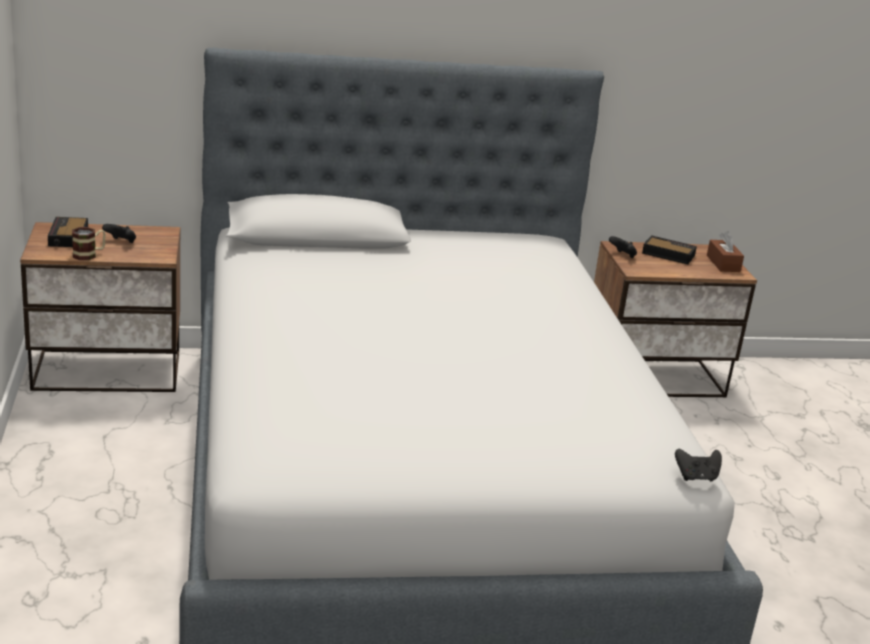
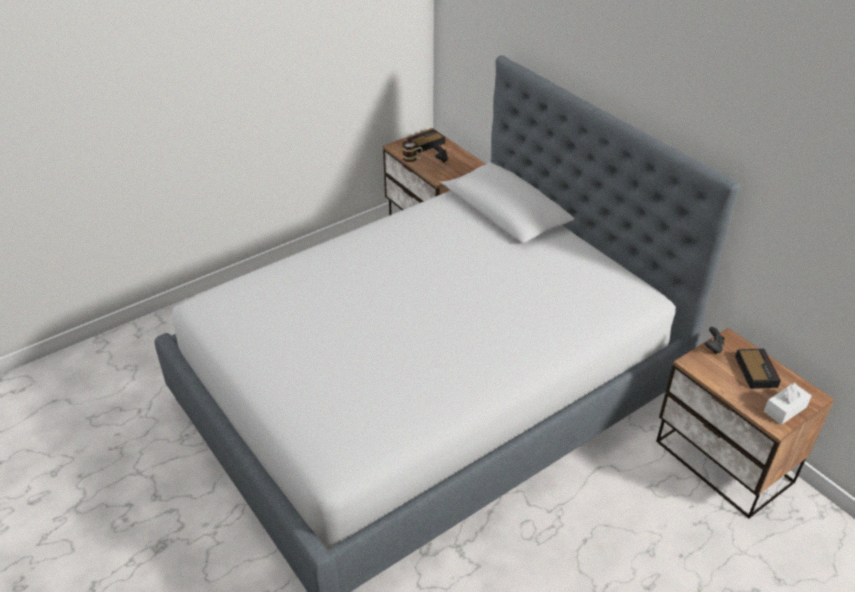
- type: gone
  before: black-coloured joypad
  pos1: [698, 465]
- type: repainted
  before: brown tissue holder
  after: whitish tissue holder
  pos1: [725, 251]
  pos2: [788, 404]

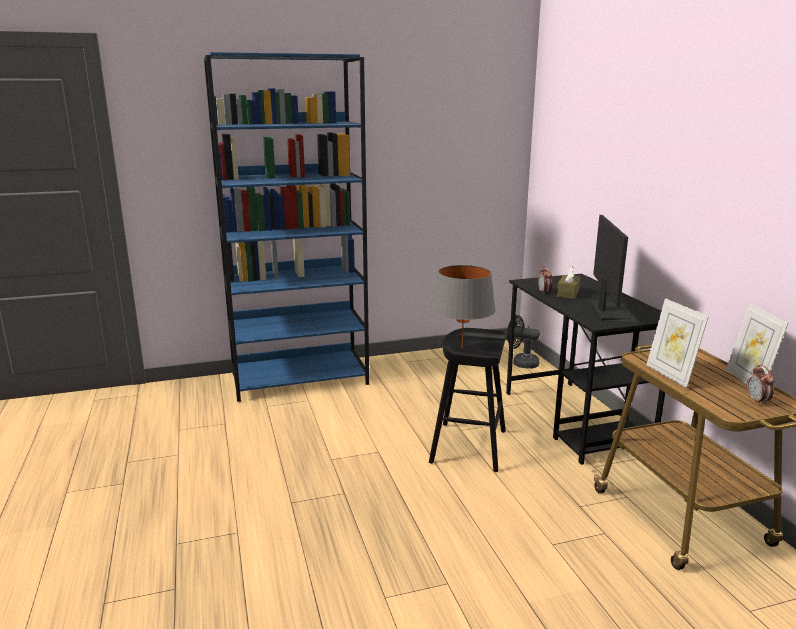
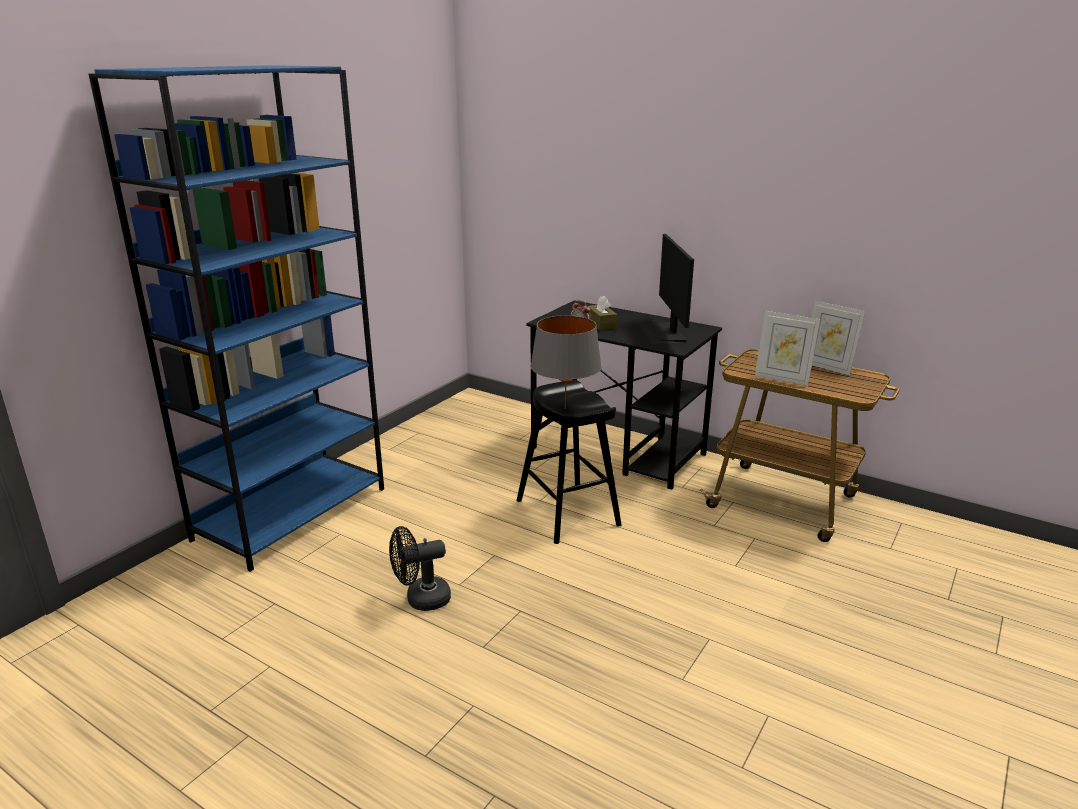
- type: shifted
  before: black-coloured electric fan
  pos1: [523, 342]
  pos2: [420, 568]
- type: rotated
  before: computer screen
  pos1: [613, 268]
  pos2: [667, 289]
  turn: -150
- type: gone
  before: table clock
  pos1: [761, 385]

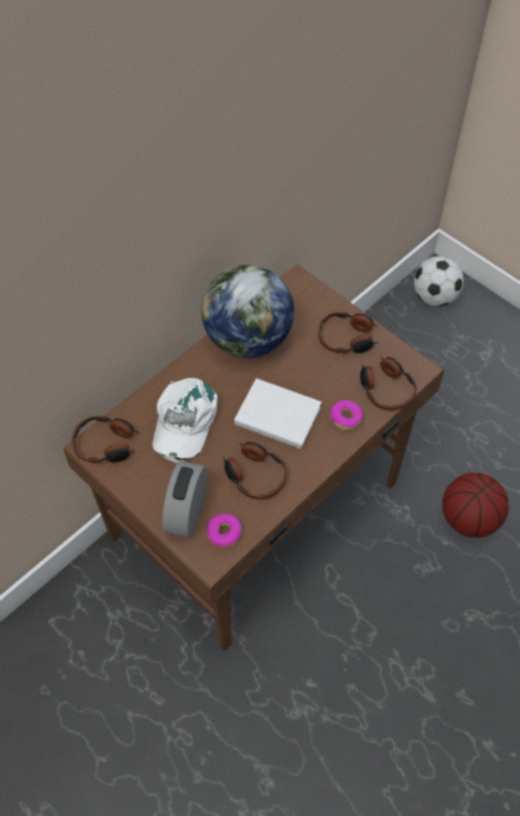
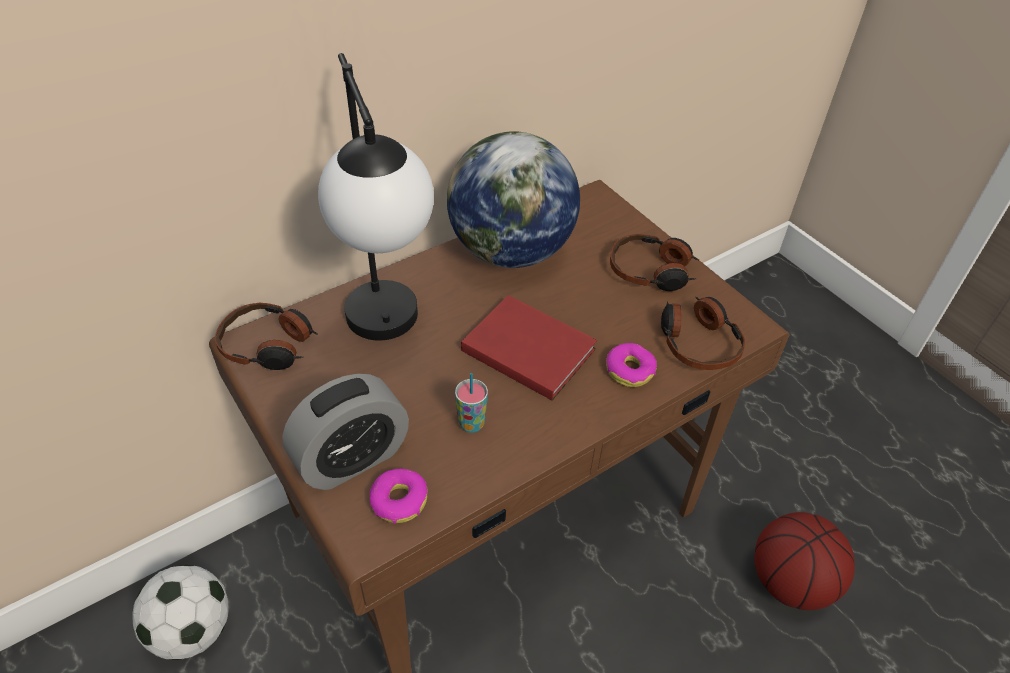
- type: swapped
  before: whitish baseball cap
  after: table lamp
  pos1: [185, 420]
  pos2: [376, 196]
- type: rotated
  before: table clock
  pos1: [185, 500]
  pos2: [345, 432]
  turn: -150
- type: swapped
  before: headset
  after: drinking cup
  pos1: [255, 471]
  pos2: [471, 403]
- type: repainted
  before: whitish bound book
  after: reddish bound book
  pos1: [278, 413]
  pos2: [529, 347]
- type: shifted
  before: football
  pos1: [439, 281]
  pos2: [180, 612]

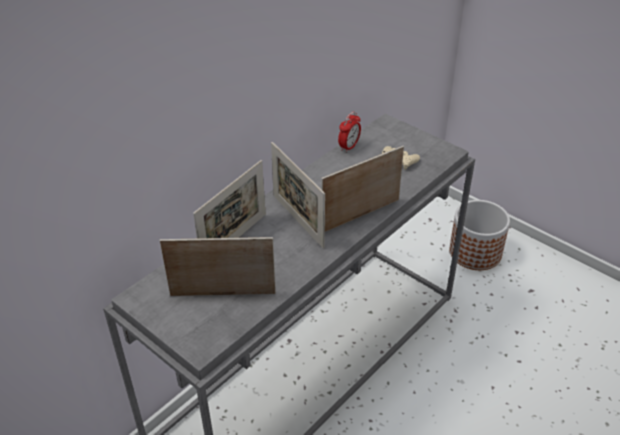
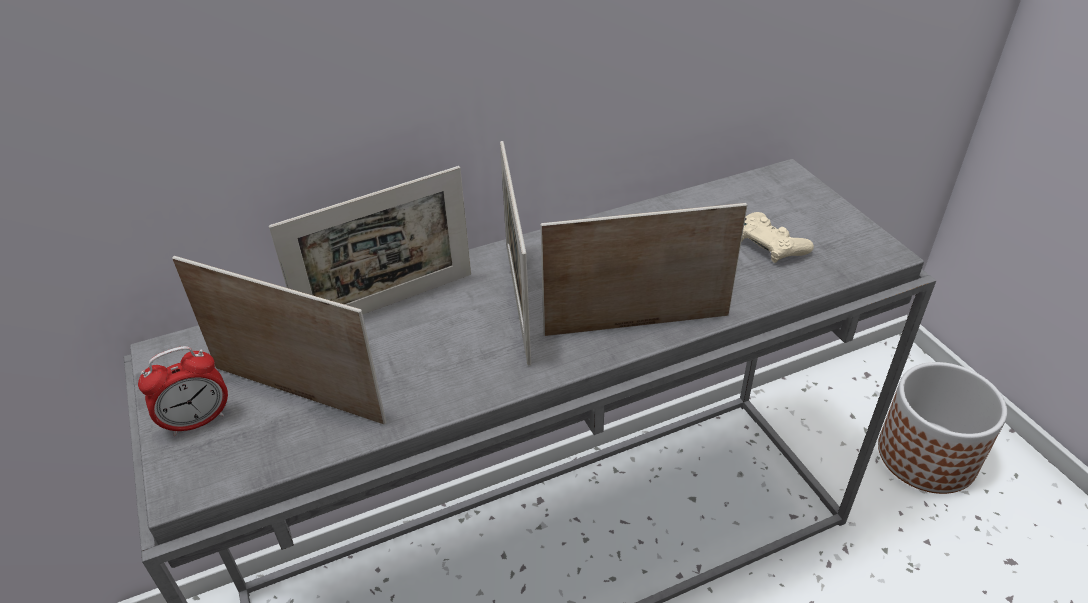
- type: shifted
  before: table clock
  pos1: [349, 132]
  pos2: [183, 391]

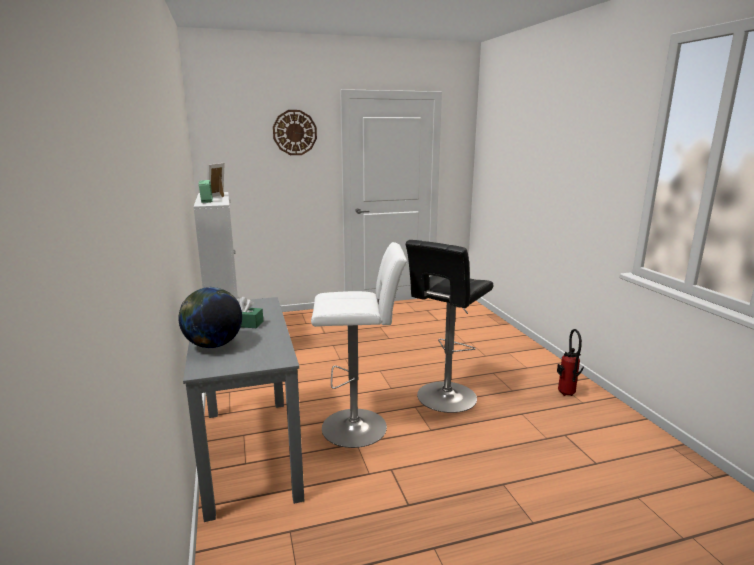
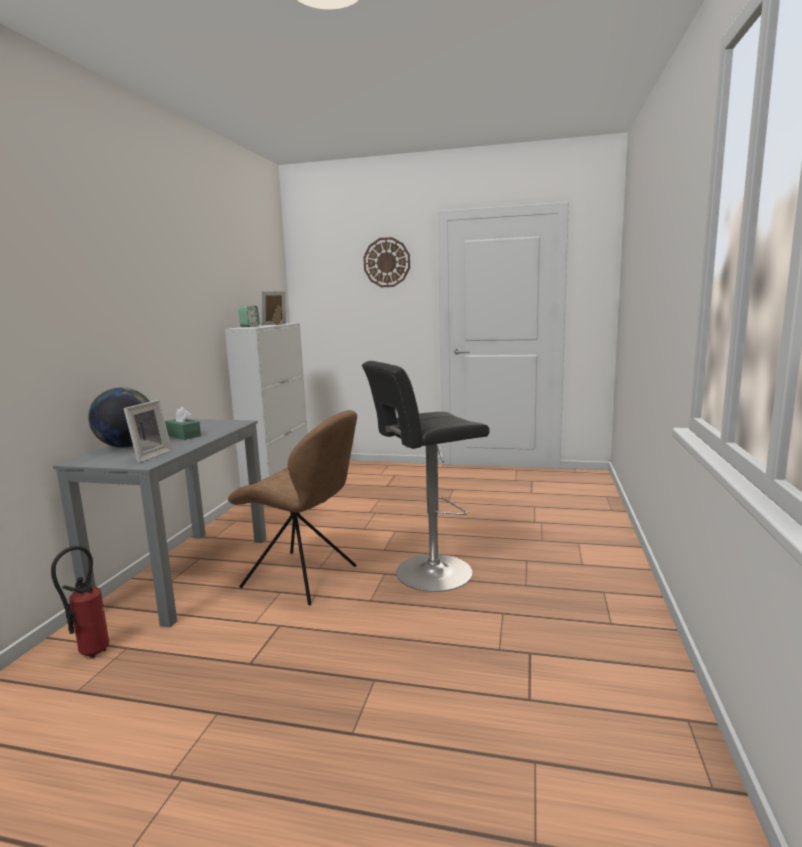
- type: swapped
  before: whitish stool seat
  after: brown chair
  pos1: [359, 345]
  pos2: [292, 507]
- type: shifted
  before: extinguisher
  pos1: [570, 362]
  pos2: [80, 602]
- type: new
  after: photo frame
  pos2: [147, 431]

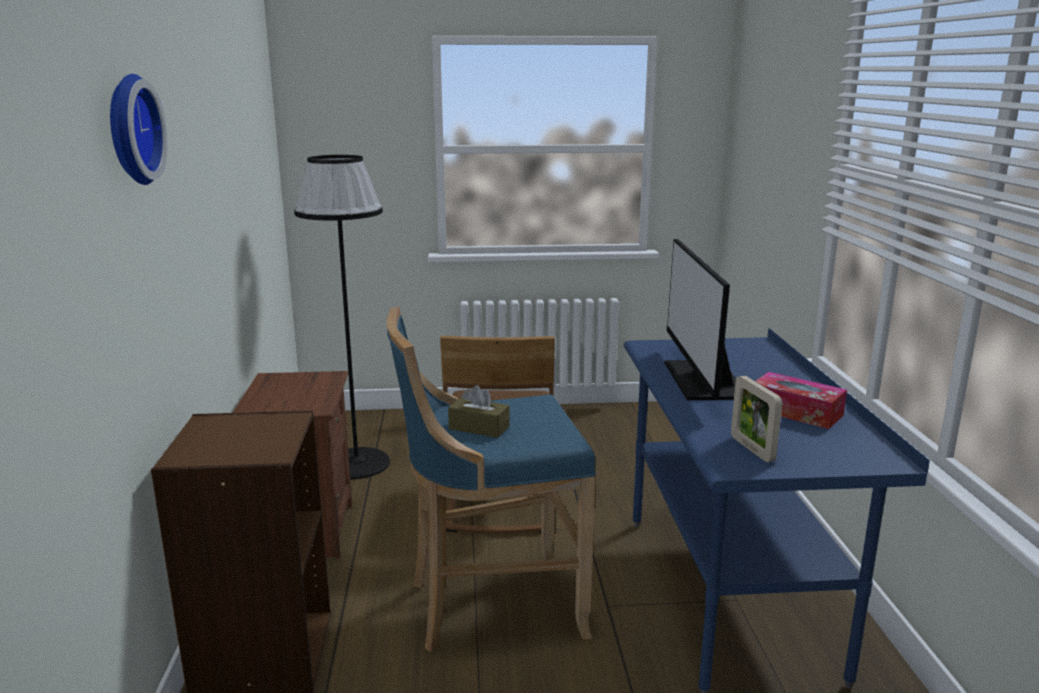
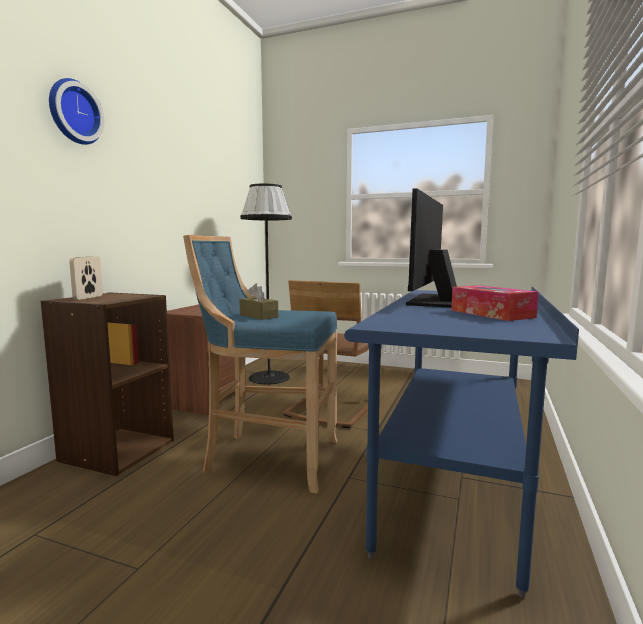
- type: shifted
  before: photo frame
  pos1: [756, 419]
  pos2: [86, 278]

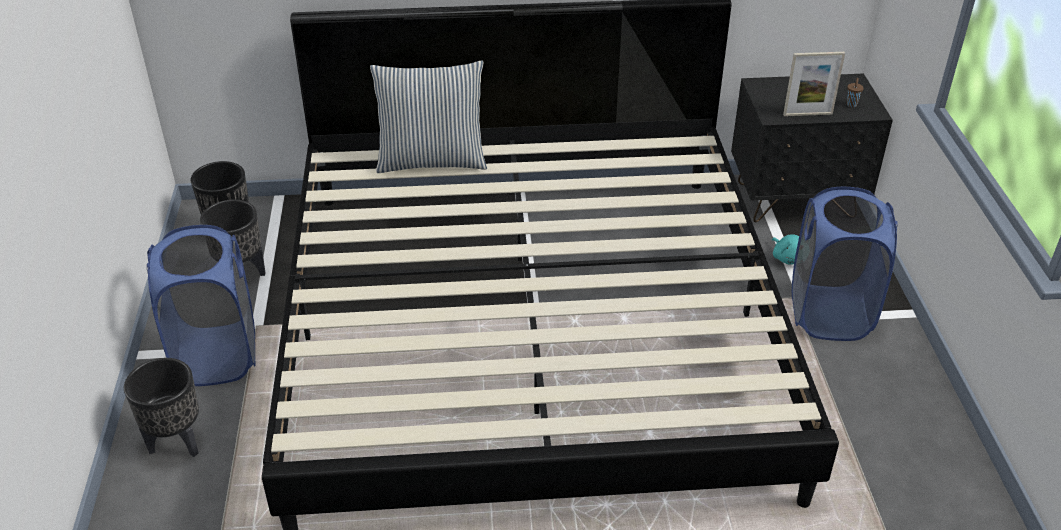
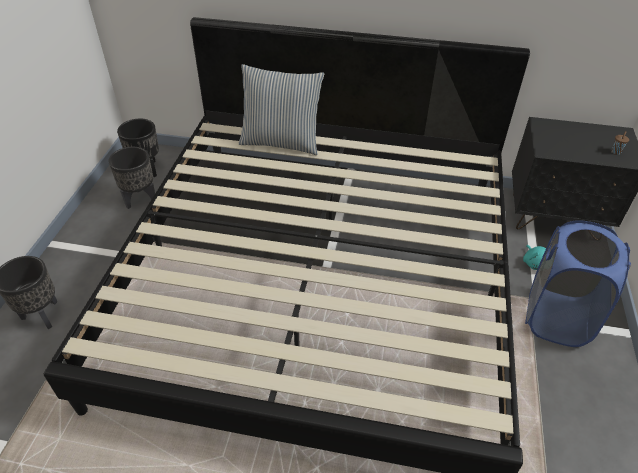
- type: gone
  before: blue-coloured washing basket
  pos1: [201, 305]
- type: gone
  before: photo frame
  pos1: [814, 84]

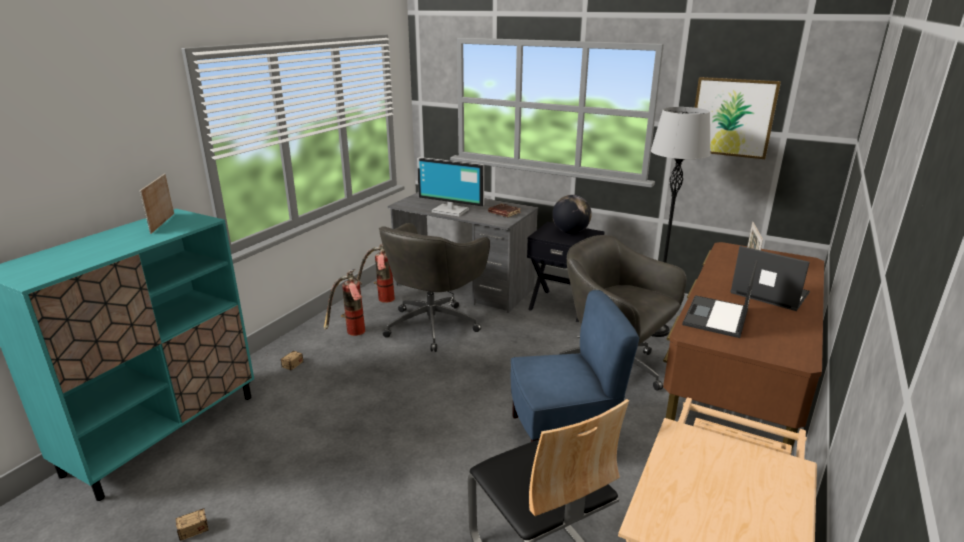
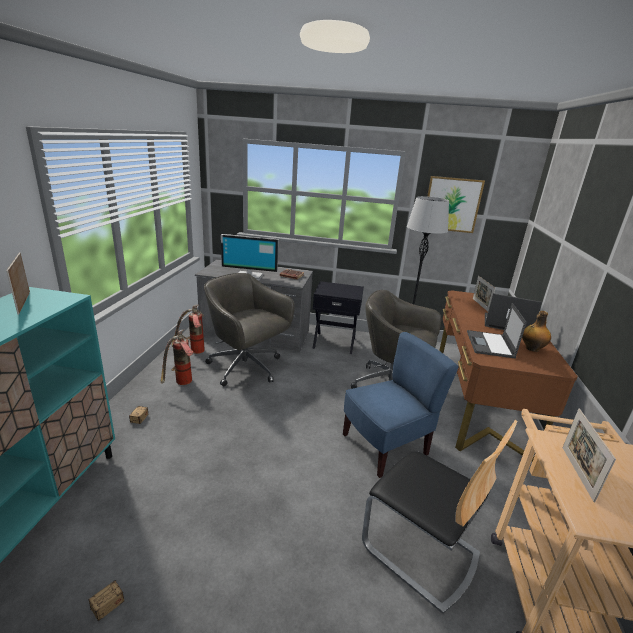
- type: rotated
  before: grey computer chair
  pos1: [434, 287]
  pos2: [249, 329]
  turn: 120
- type: gone
  before: desk globe
  pos1: [572, 214]
- type: new
  after: bottle
  pos2: [536, 331]
- type: new
  after: photo frame
  pos2: [589, 455]

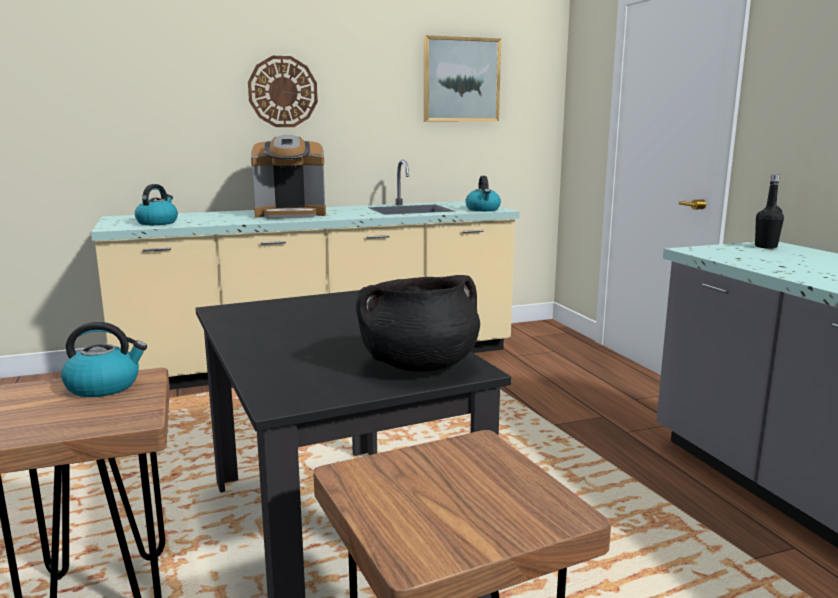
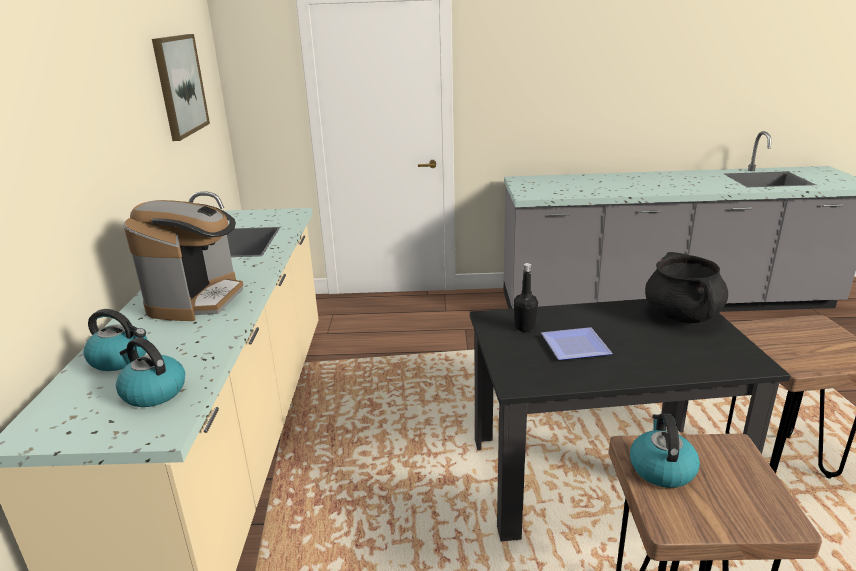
- type: gone
  before: clock on the wall
  pos1: [283, 91]
- type: shifted
  before: kettle
  pos1: [483, 193]
  pos2: [115, 340]
- type: shifted
  before: black-coloured bottle
  pos1: [769, 211]
  pos2: [526, 297]
- type: new
  after: flat dish
  pos2: [577, 343]

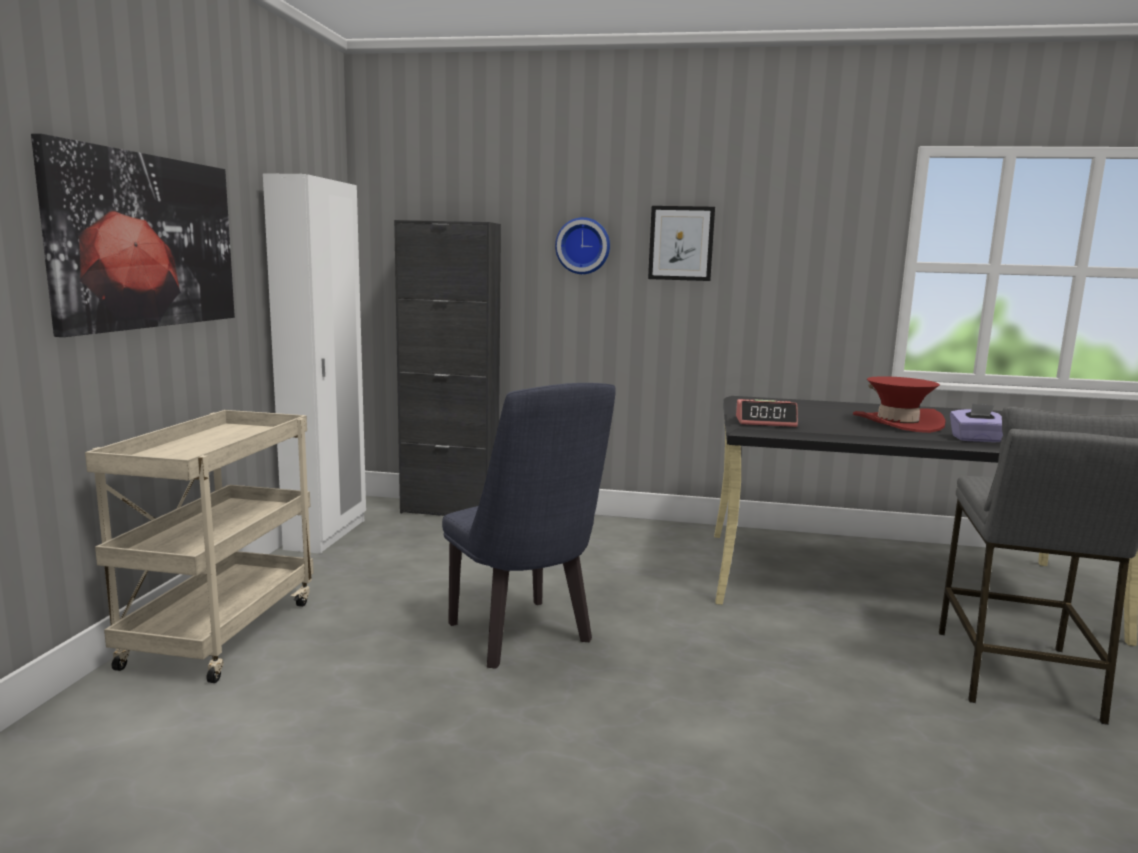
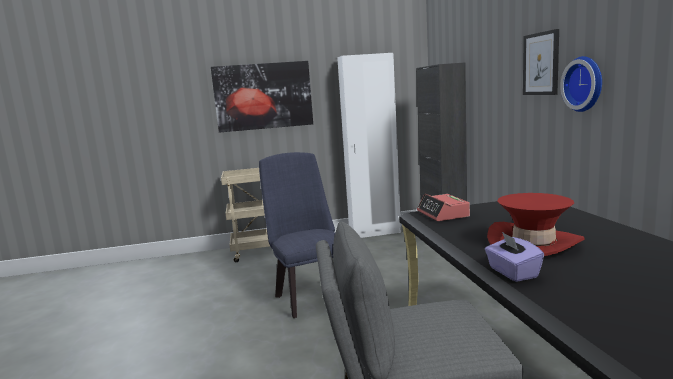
- type: rotated
  before: blue-coloured chair
  pos1: [529, 526]
  pos2: [297, 235]
  turn: 120
- type: shifted
  before: clock on the wall
  pos1: [582, 245]
  pos2: [581, 84]

